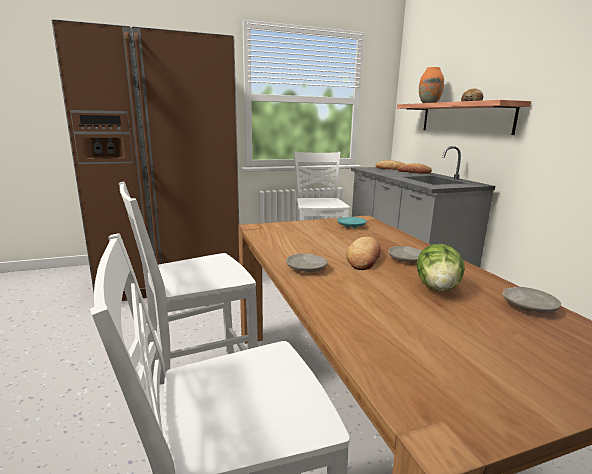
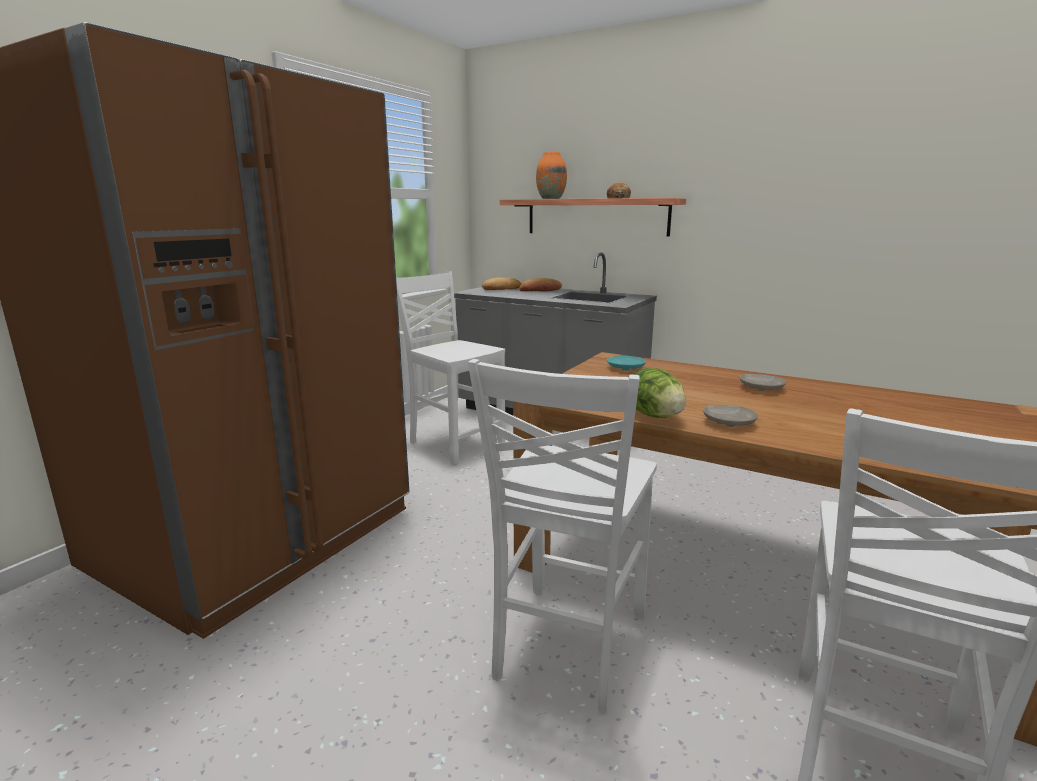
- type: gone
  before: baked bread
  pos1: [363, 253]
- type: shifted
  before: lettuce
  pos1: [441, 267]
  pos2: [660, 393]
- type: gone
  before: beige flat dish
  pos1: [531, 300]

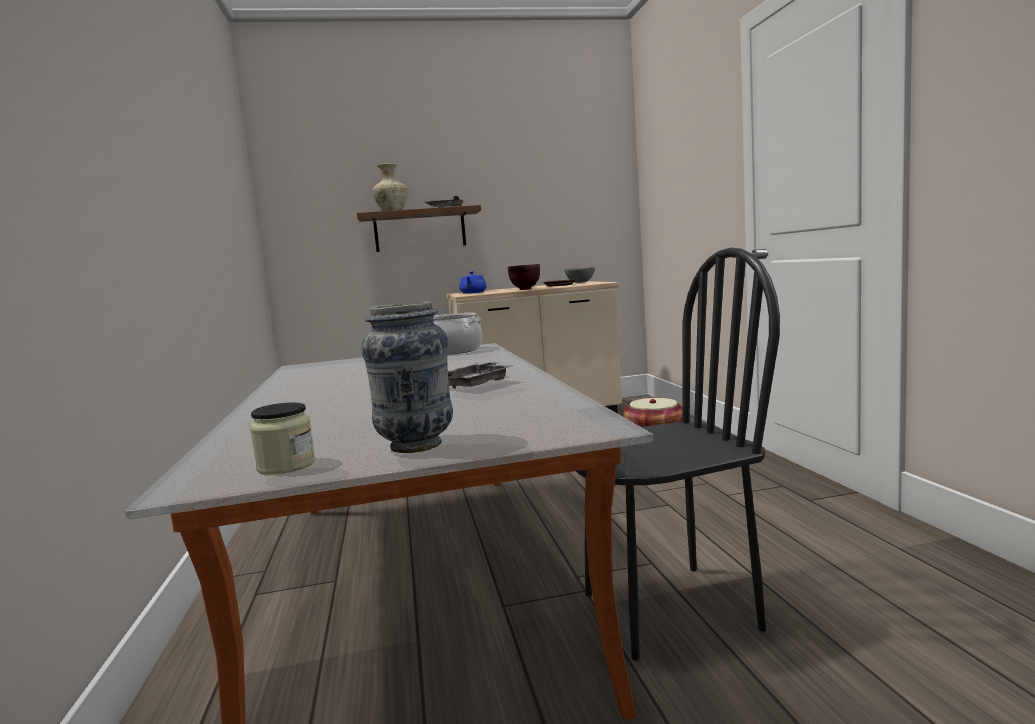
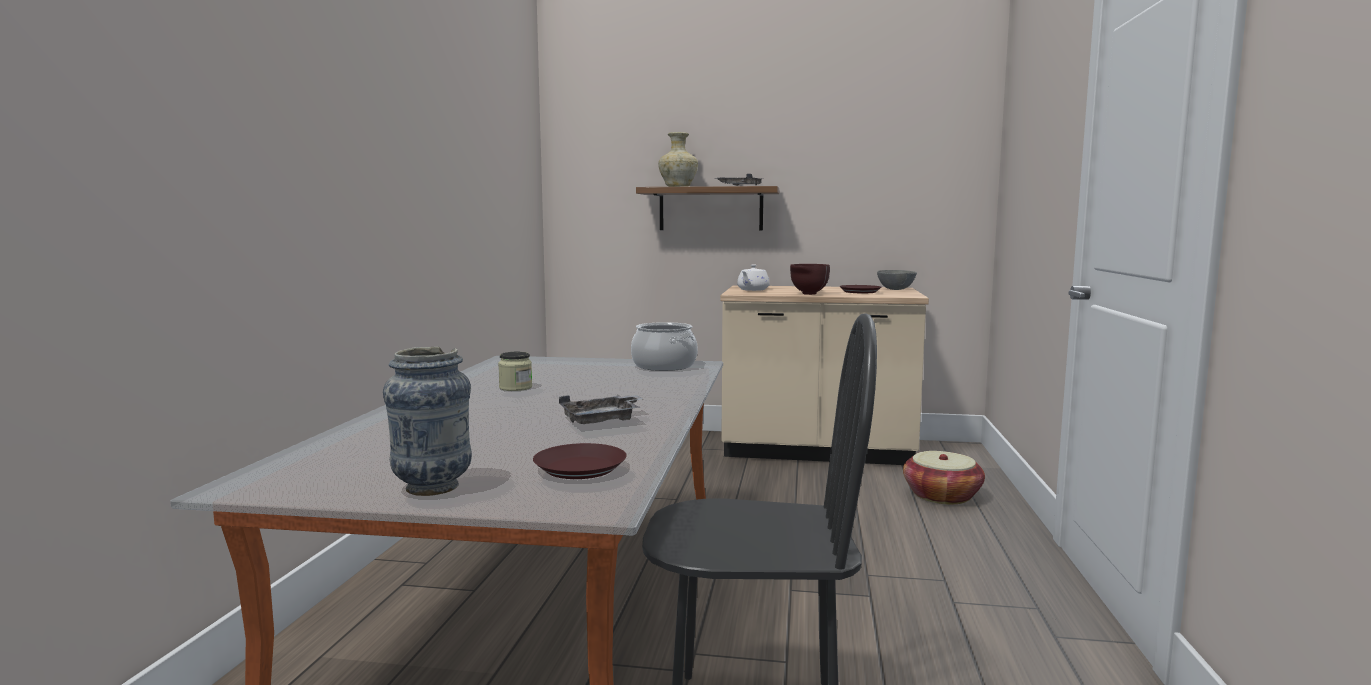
- type: shifted
  before: jar
  pos1: [282, 438]
  pos2: [515, 371]
- type: repainted
  before: blue-coloured teapot
  after: whitish teapot
  pos1: [473, 282]
  pos2: [753, 278]
- type: new
  after: brown flat dish
  pos2: [580, 461]

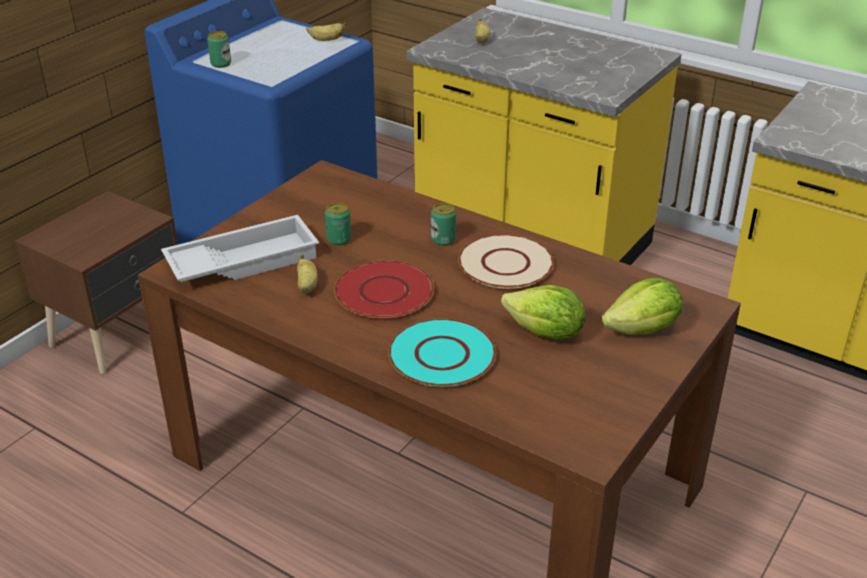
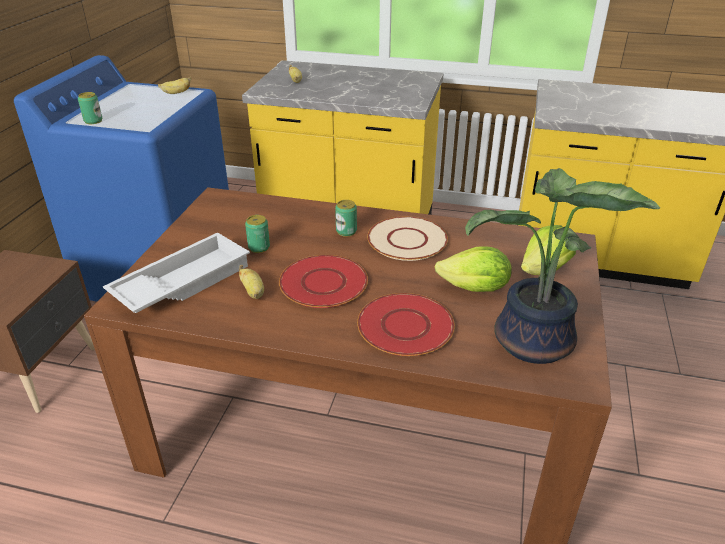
- type: repainted
  before: turquoise-coloured flat dish
  after: reddish flat dish
  pos1: [442, 352]
  pos2: [406, 324]
- type: new
  after: houseplant
  pos2: [562, 266]

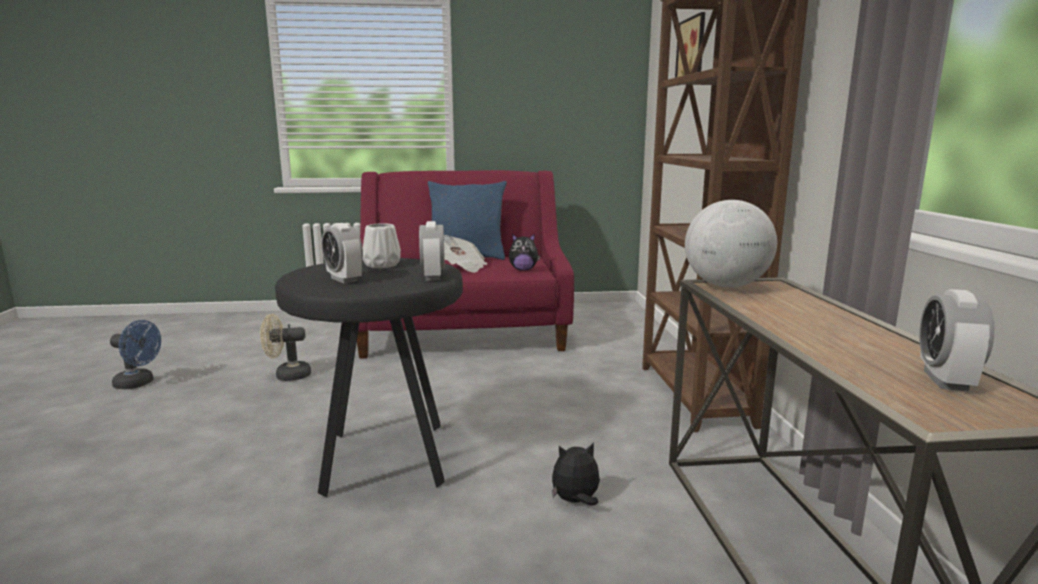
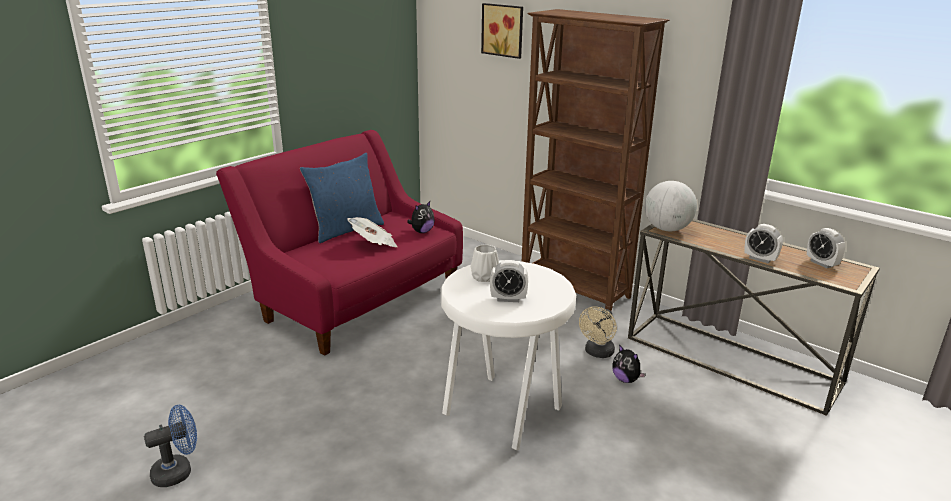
- type: shifted
  before: beige electric fan
  pos1: [285, 347]
  pos2: [598, 332]
- type: repainted
  before: black-coloured stool seat
  after: whitish stool seat
  pos1: [369, 377]
  pos2: [508, 355]
- type: shifted
  before: table clock
  pos1: [432, 251]
  pos2: [764, 244]
- type: rotated
  before: cuddly toy
  pos1: [576, 474]
  pos2: [629, 363]
  turn: -75

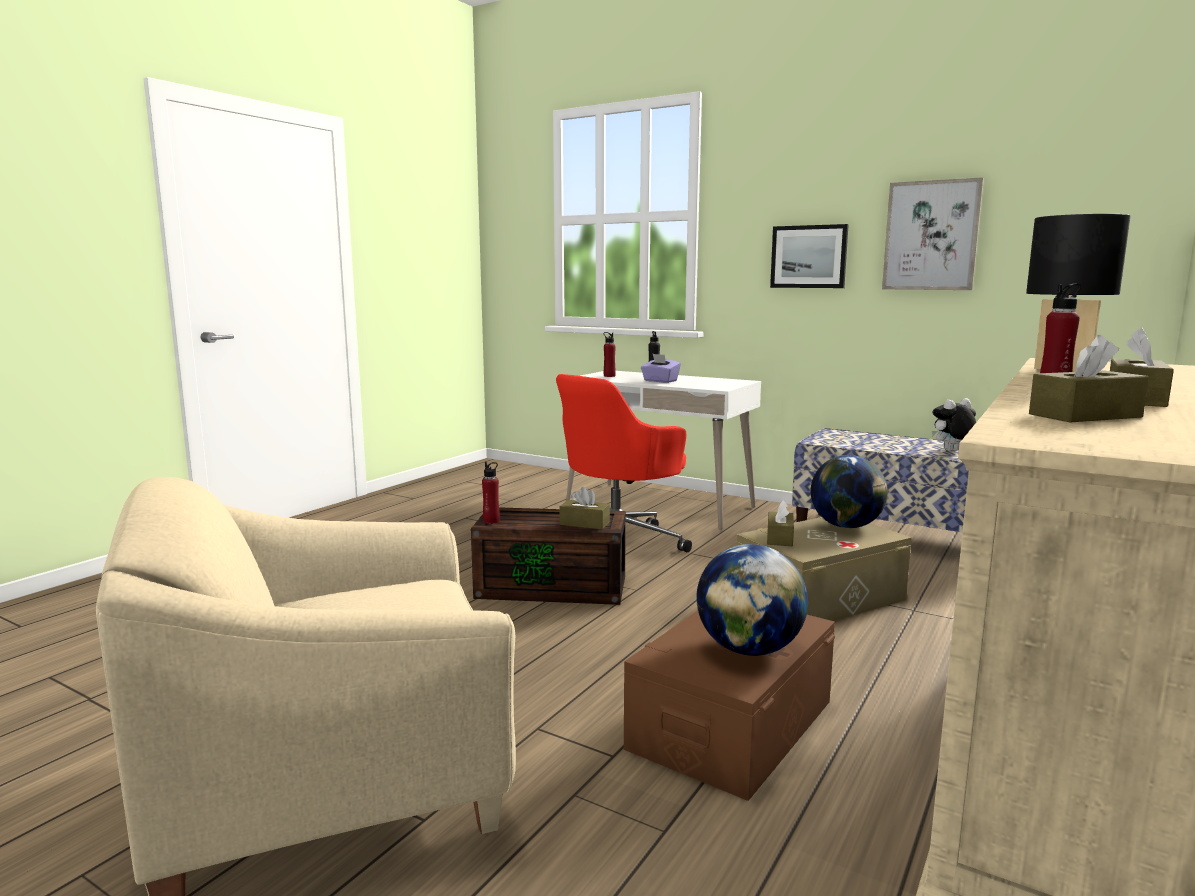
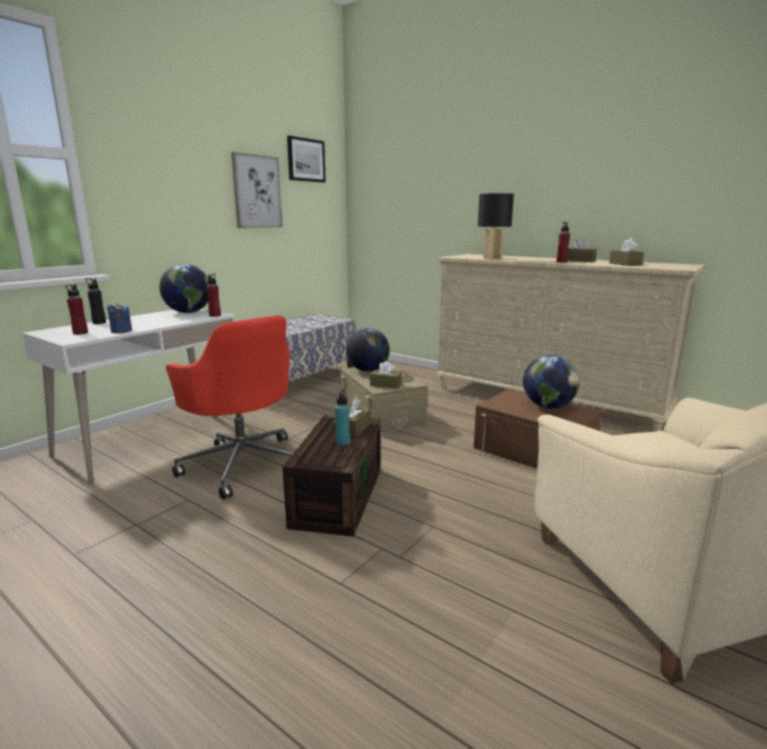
- type: shifted
  before: reddish bottle
  pos1: [491, 493]
  pos2: [213, 295]
- type: gone
  before: purplish tissue holder
  pos1: [661, 368]
- type: shifted
  before: picture
  pos1: [809, 256]
  pos2: [306, 159]
- type: gone
  before: cuddly toy
  pos1: [954, 424]
- type: new
  after: blue-coloured wax candle
  pos2: [119, 318]
- type: new
  after: desk globe
  pos2: [183, 288]
- type: new
  after: turquoise-coloured bottle
  pos2: [342, 417]

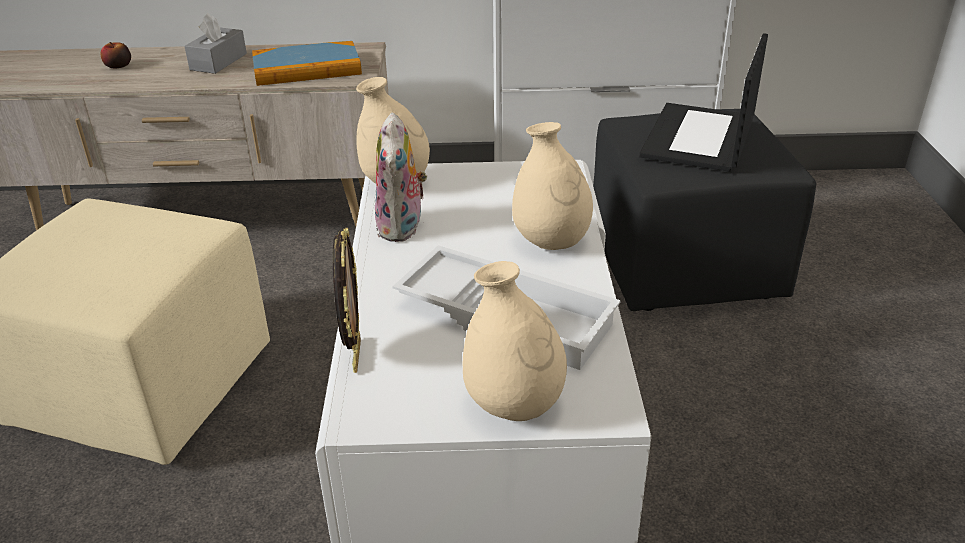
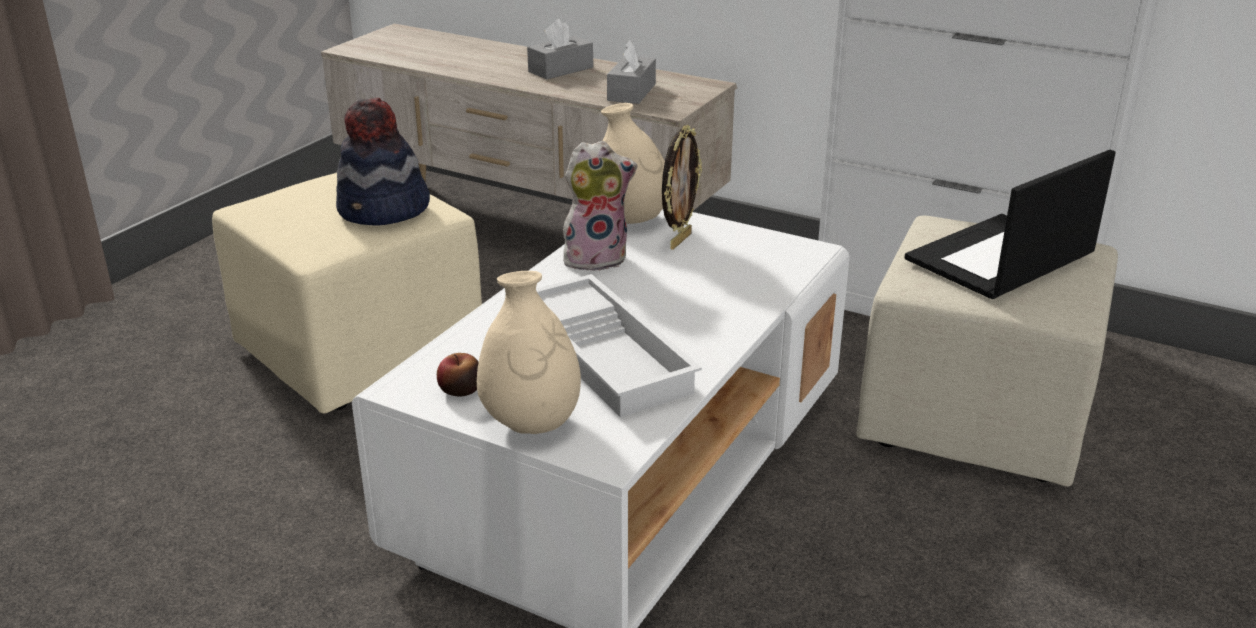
- type: shifted
  before: apple fruit
  pos1: [116, 55]
  pos2: [457, 374]
- type: swapped
  before: bound book
  after: grey tissue holder
  pos1: [307, 63]
  pos2: [631, 72]
- type: shifted
  before: photo frame
  pos1: [347, 300]
  pos2: [682, 187]
- type: rotated
  before: cuddly toy
  pos1: [401, 177]
  pos2: [600, 206]
  turn: -135
- type: gone
  before: beige flower vase
  pos1: [552, 186]
- type: repainted
  before: black-coloured footrest
  after: beige footrest
  pos1: [705, 210]
  pos2: [987, 351]
- type: new
  after: wearable hat
  pos2: [383, 162]

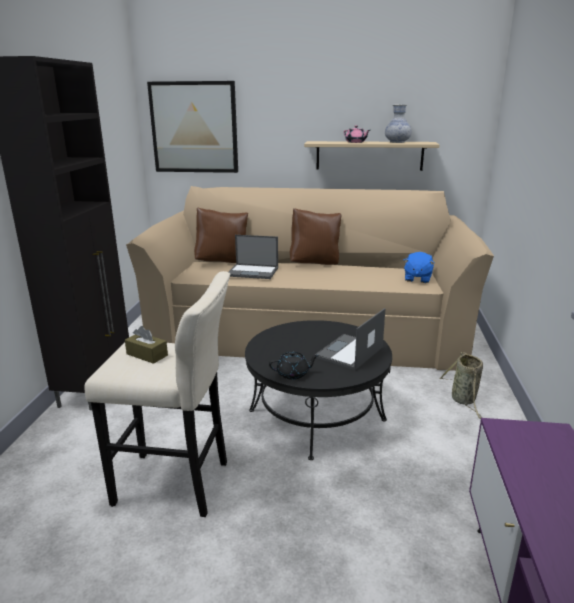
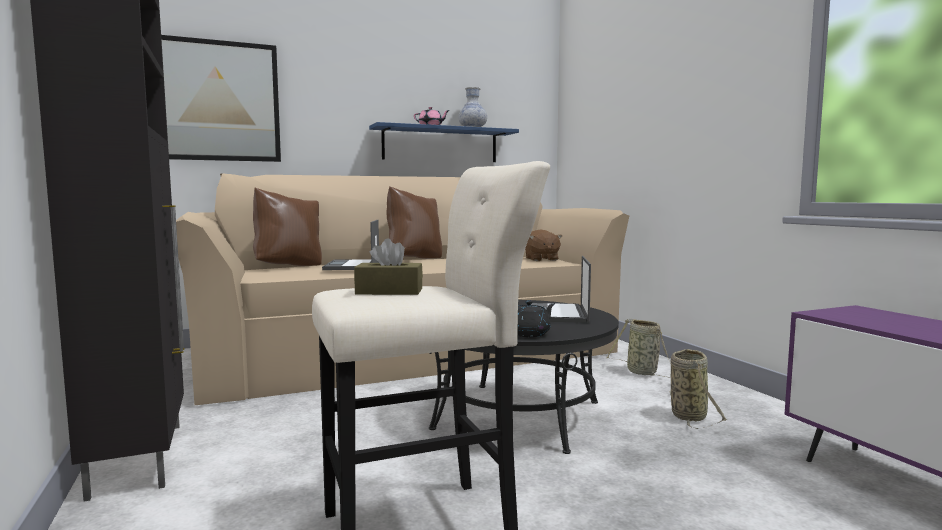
- type: rotated
  before: portable computer
  pos1: [253, 257]
  pos2: [350, 245]
  turn: 105
- type: repainted
  before: beige bracket shelf
  after: blue-coloured bracket shelf
  pos1: [372, 156]
  pos2: [444, 142]
- type: repainted
  before: blue-coloured cuddly toy
  after: brown cuddly toy
  pos1: [419, 267]
  pos2: [543, 245]
- type: new
  after: storage basket
  pos2: [698, 389]

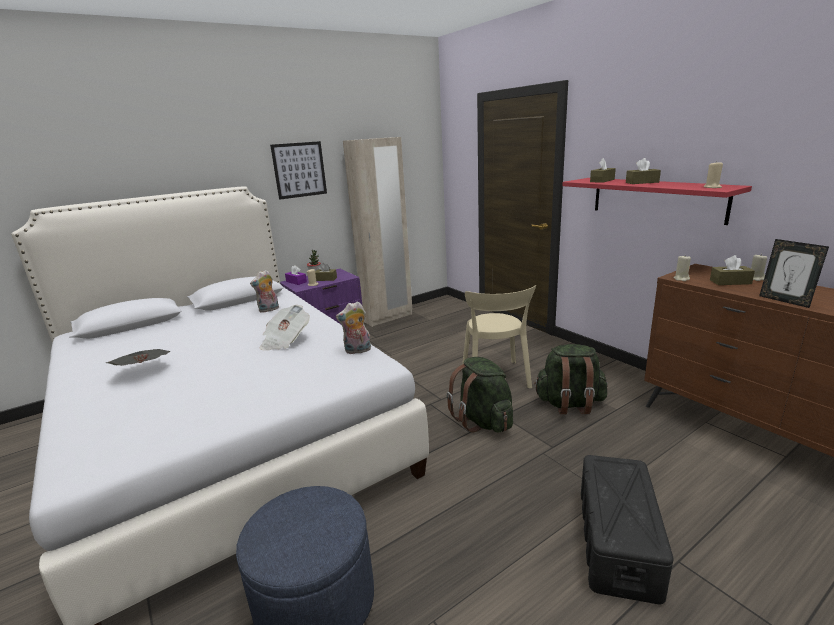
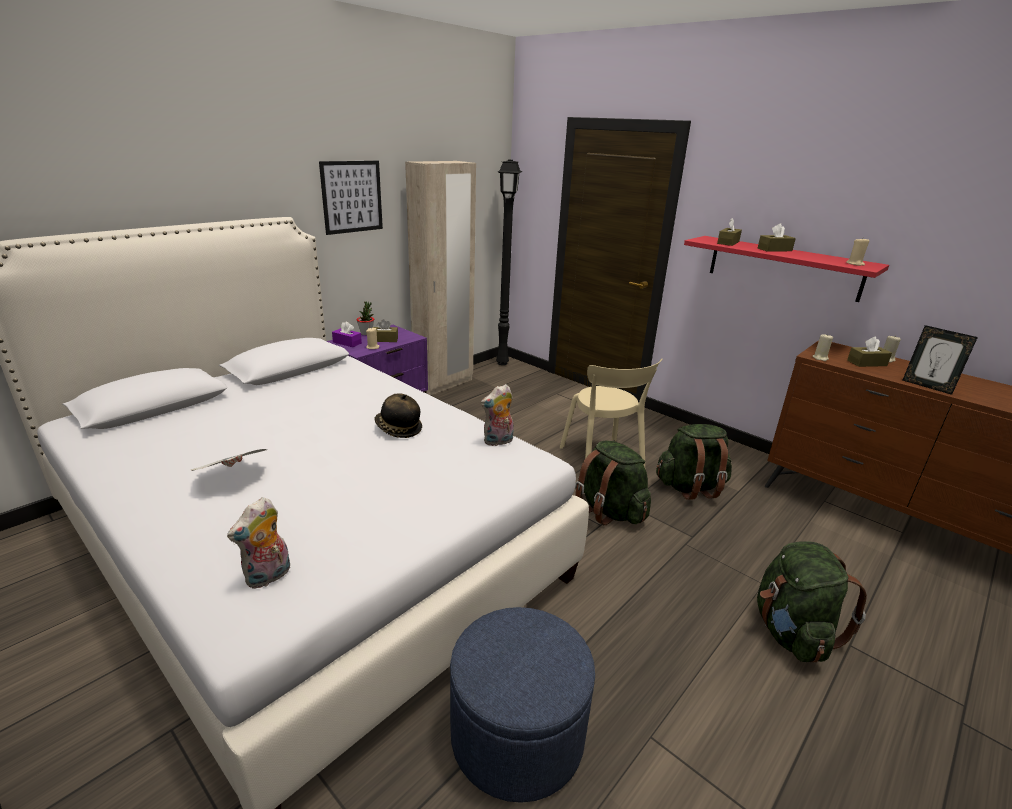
- type: shifted
  before: cuddly toy
  pos1: [264, 291]
  pos2: [258, 543]
- type: swapped
  before: printed paper
  after: wearable hat
  pos1: [284, 328]
  pos2: [398, 416]
- type: swapped
  before: black-coloured storage bin
  after: green rucksack
  pos1: [627, 529]
  pos2: [812, 602]
- type: new
  after: black-coloured standing lamp
  pos2: [509, 262]

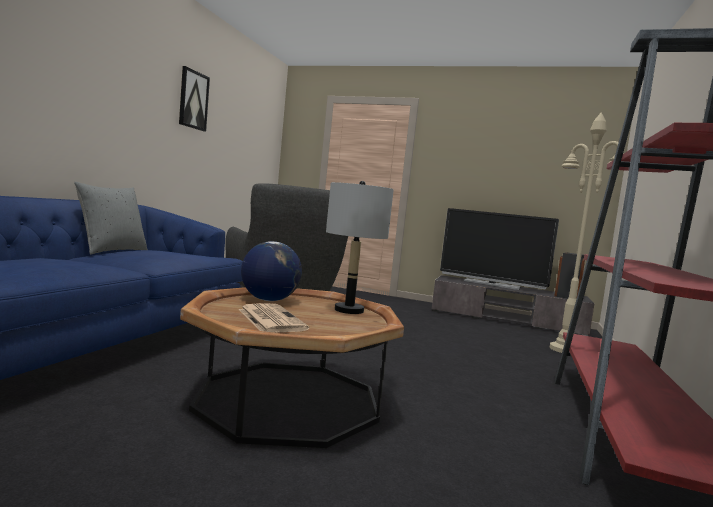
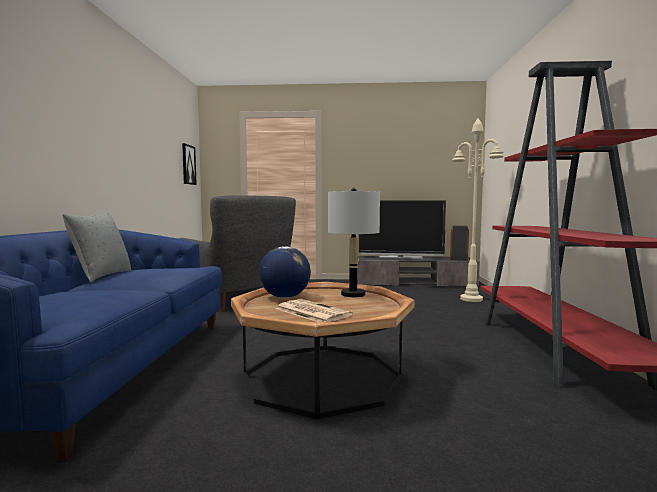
- type: shifted
  before: picture
  pos1: [194, 98]
  pos2: [189, 164]

